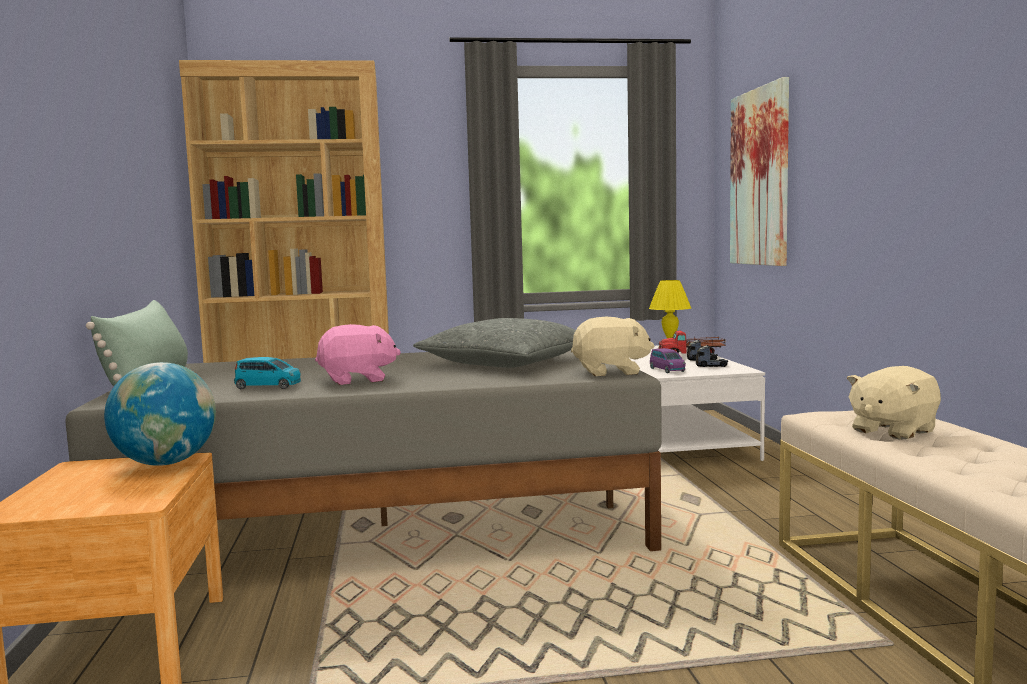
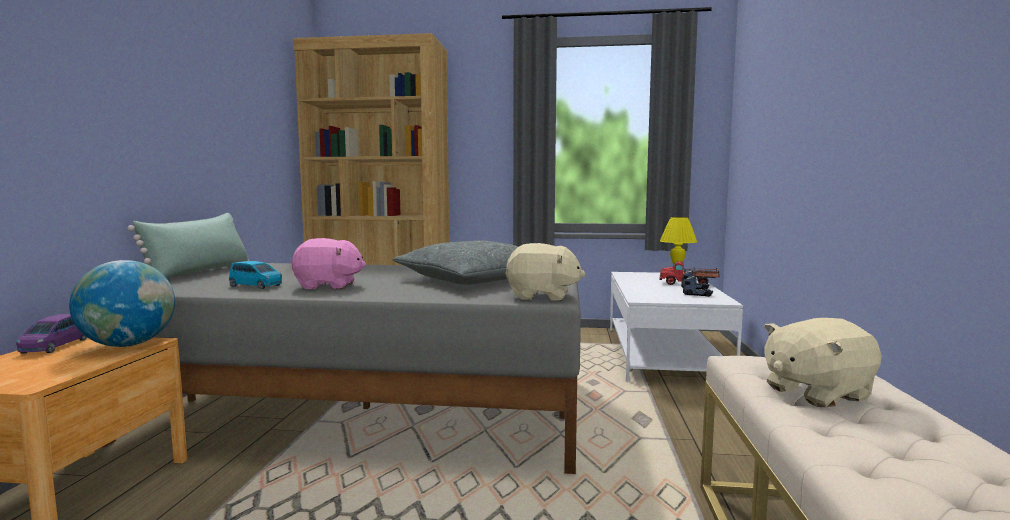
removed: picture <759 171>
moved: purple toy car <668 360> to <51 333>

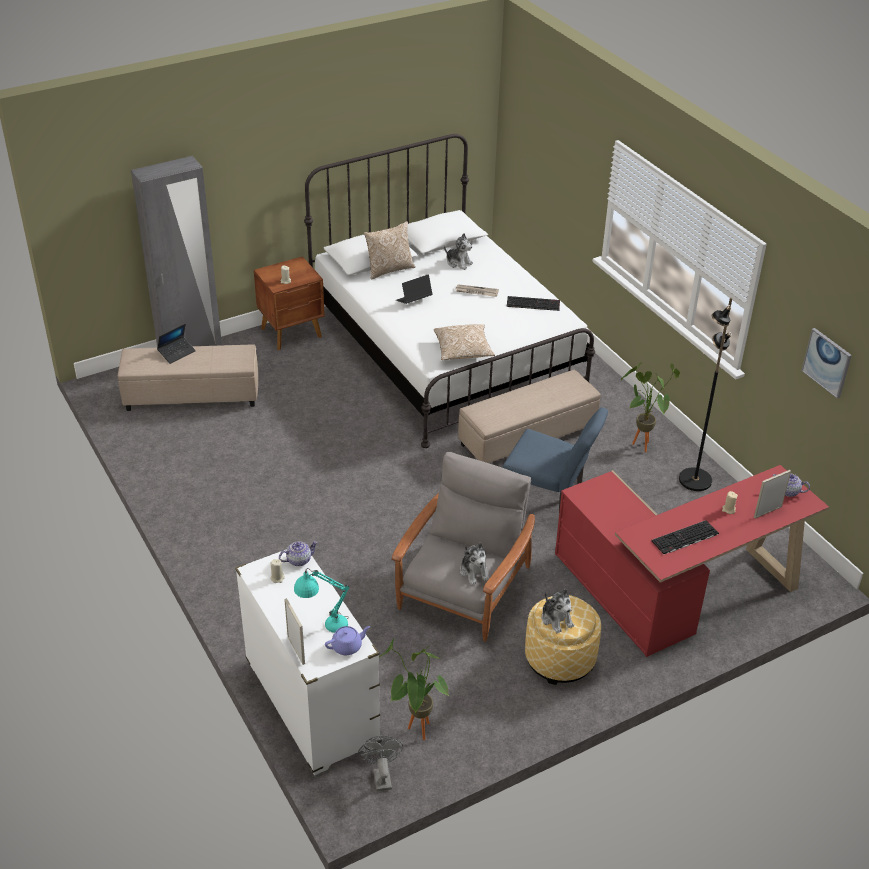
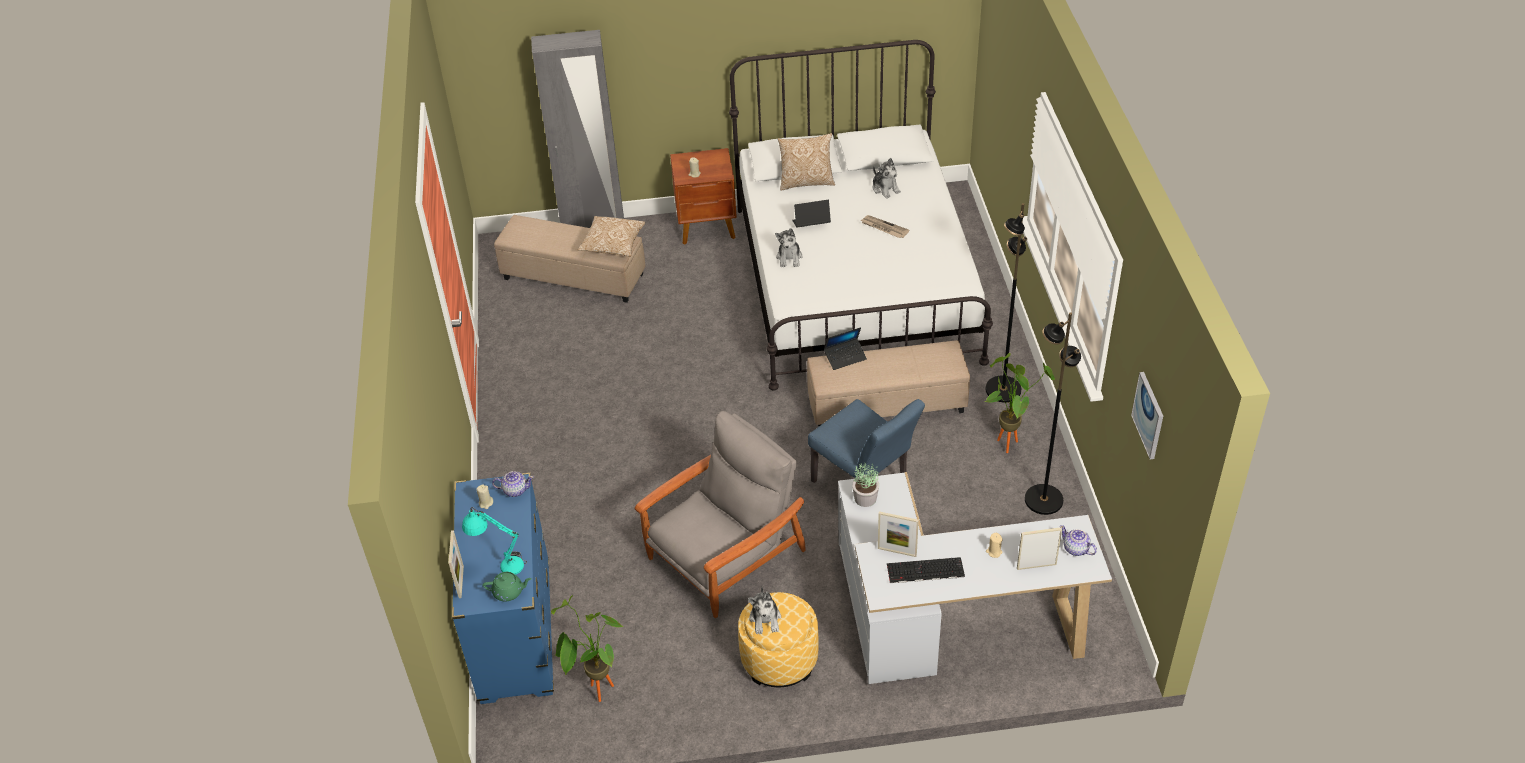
removed: grey fan <380 763>; keyboard <533 303>
added: potted plant <865 485>; picture frame <898 534>; black floor lamp <1006 302>
moved: laptop <176 344> to <845 348>; pillow <464 342> to <611 236>; plush toy <474 564> to <789 247>
recoloured: white dresser <307 662> to blue dresser <503 588>; purple teapot <347 640> to green teapot <507 586>; red desk <692 561> to white desk <975 578>

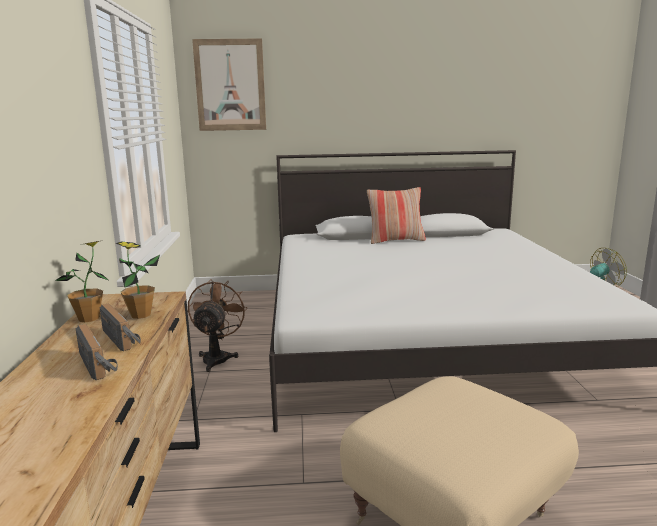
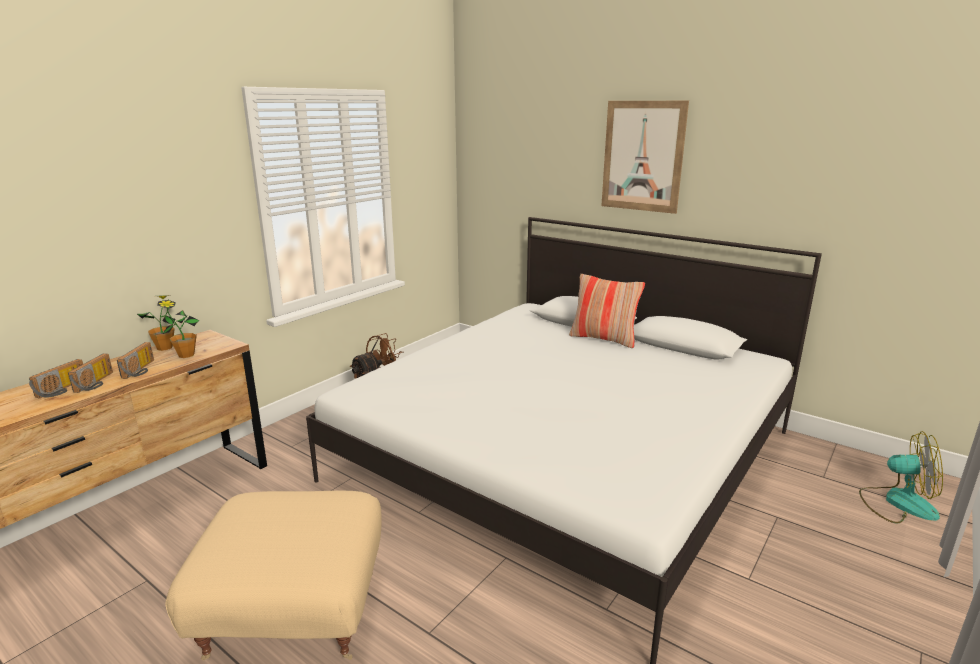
added: radio <56 378>
moved: picture <229 84> to <645 157>

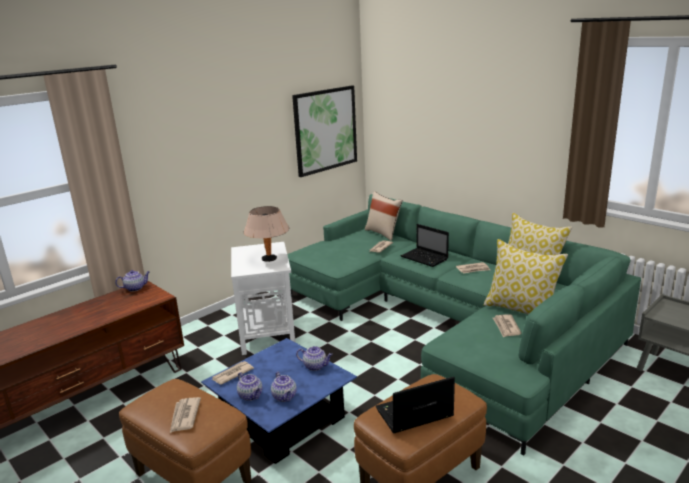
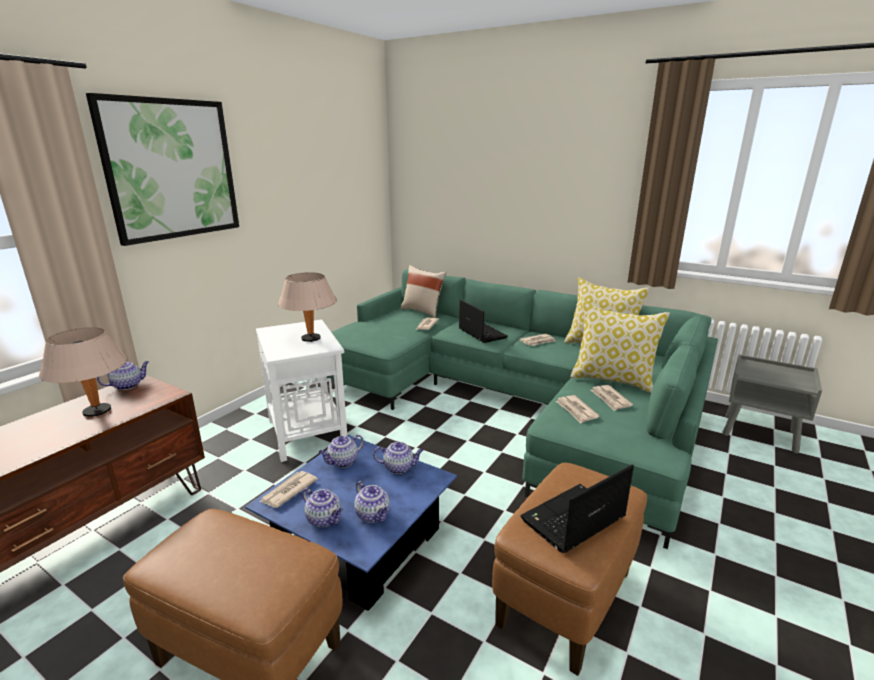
added: beige table lamp <83 372>; teapot <341 451>
moved: newspaper <185 415> to <578 409>; picture <324 131> to <162 169>
turned: laptop <425 245> = <483 321> 150 degrees counterclockwise

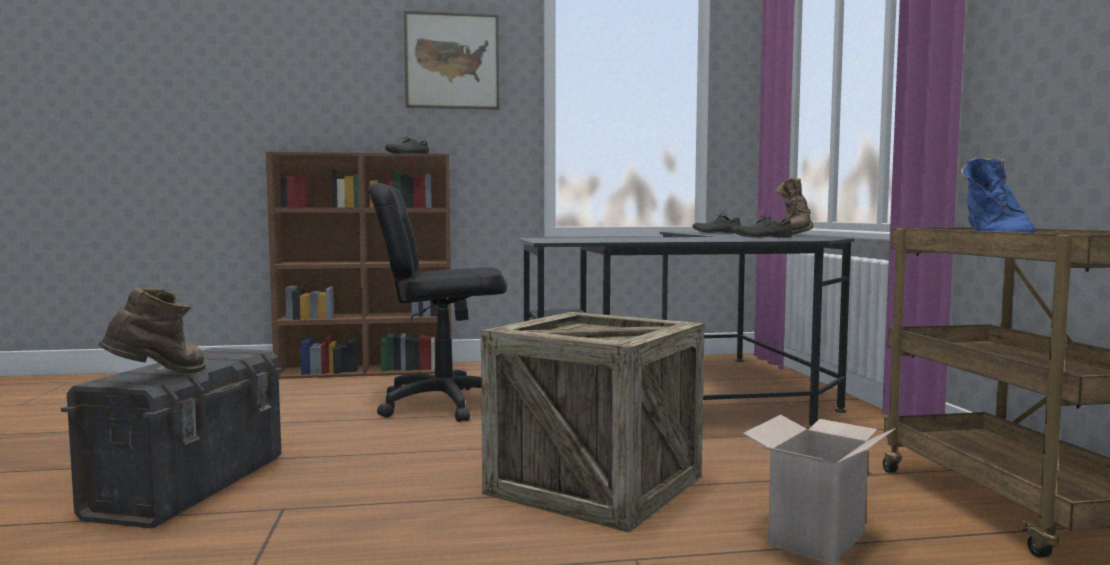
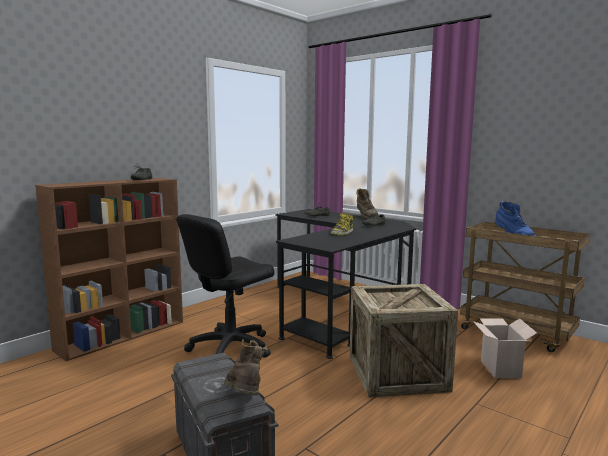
removed: picture <451 60>
added: boot <342 224>

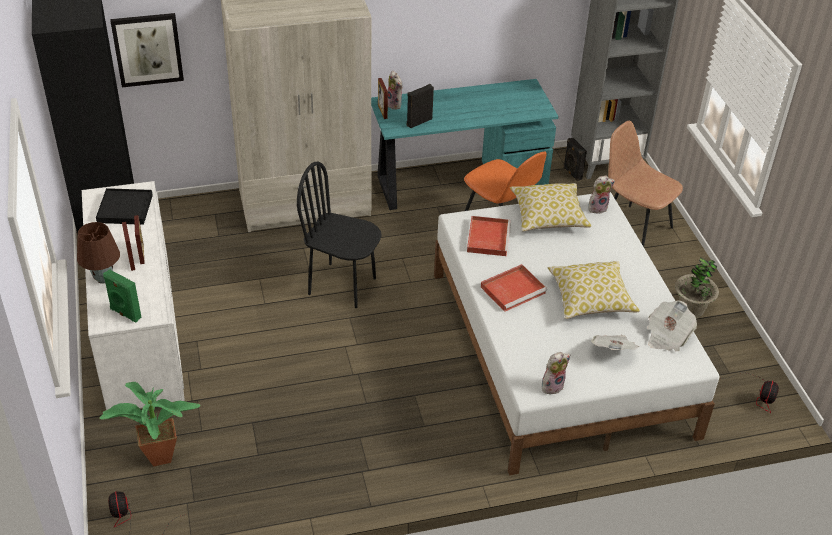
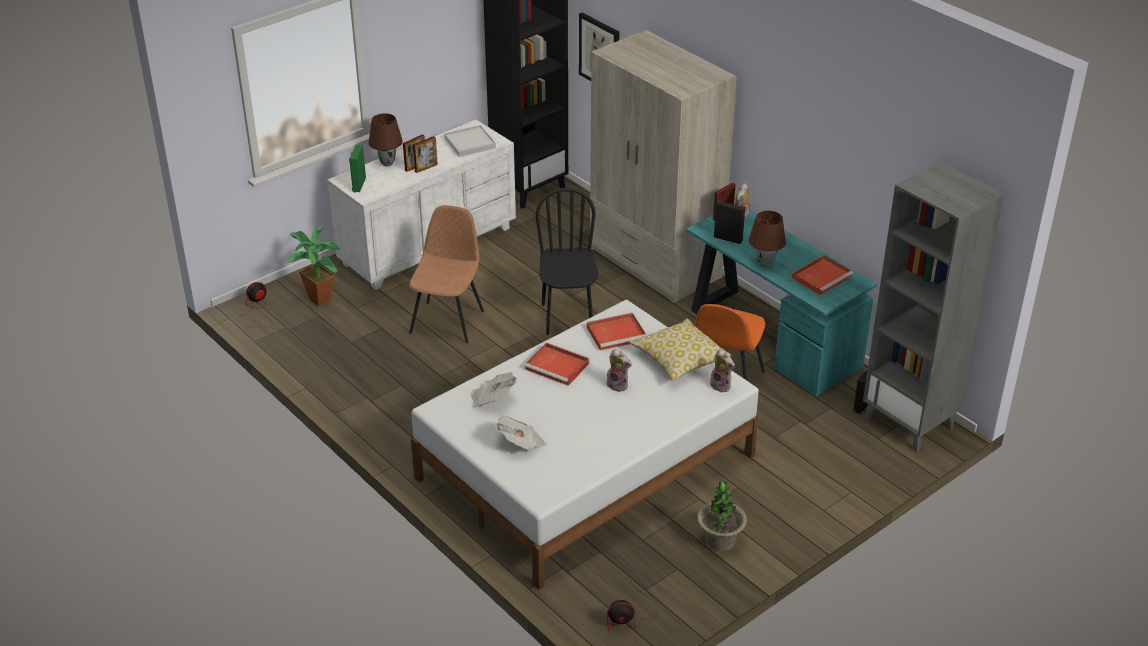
removed: pillow <594 290>
added: brown table lamp <767 239>; red tray <822 275>
moved: plush toy <556 373> to <618 370>; brown chair <645 184> to <446 274>; newspaper <672 326> to <494 390>
recoloured: black tray <124 206> to white tray <470 141>

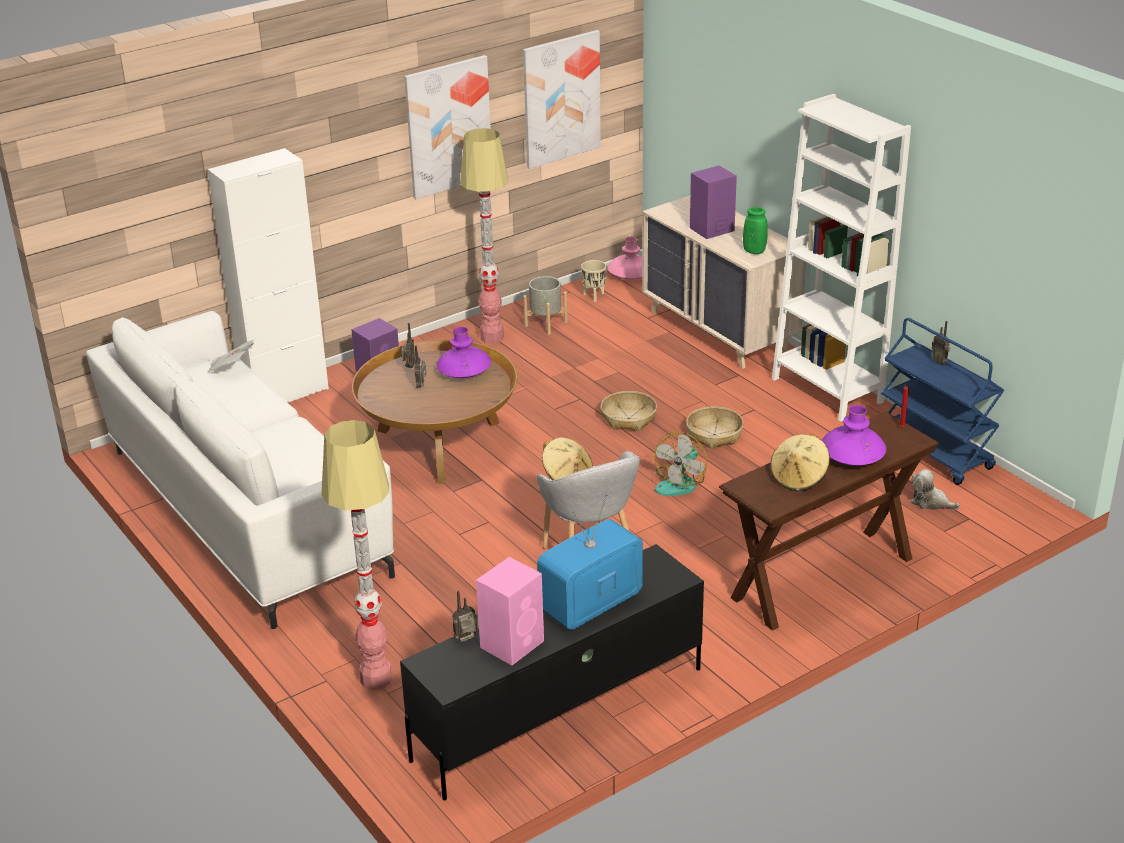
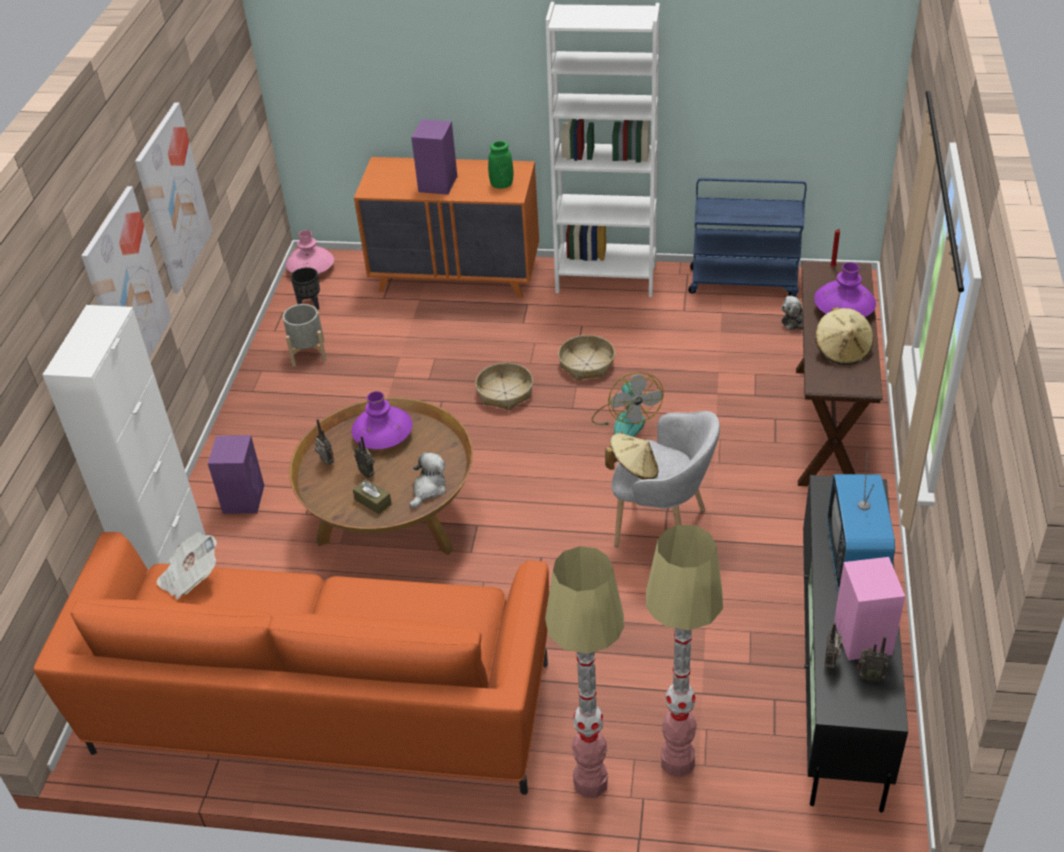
added: brown tissue box <372 496>; plush toy <427 480>
moved: floor lamp <484 235> to <584 672>; picture <562 99> to <126 272>; radio <941 343> to <873 659>
recoloured: white sofa <240 470> to orange sofa <291 663>; beige planter <594 281> to black planter <305 288>; beige dresser <724 282> to orange dresser <446 227>

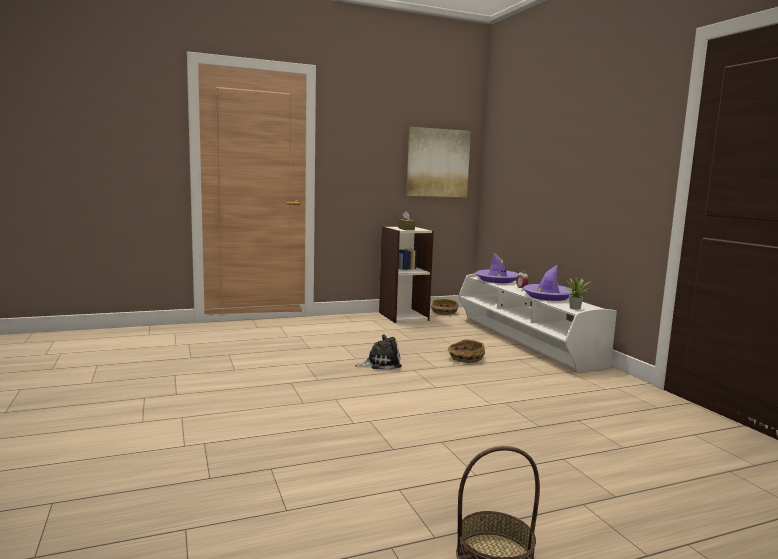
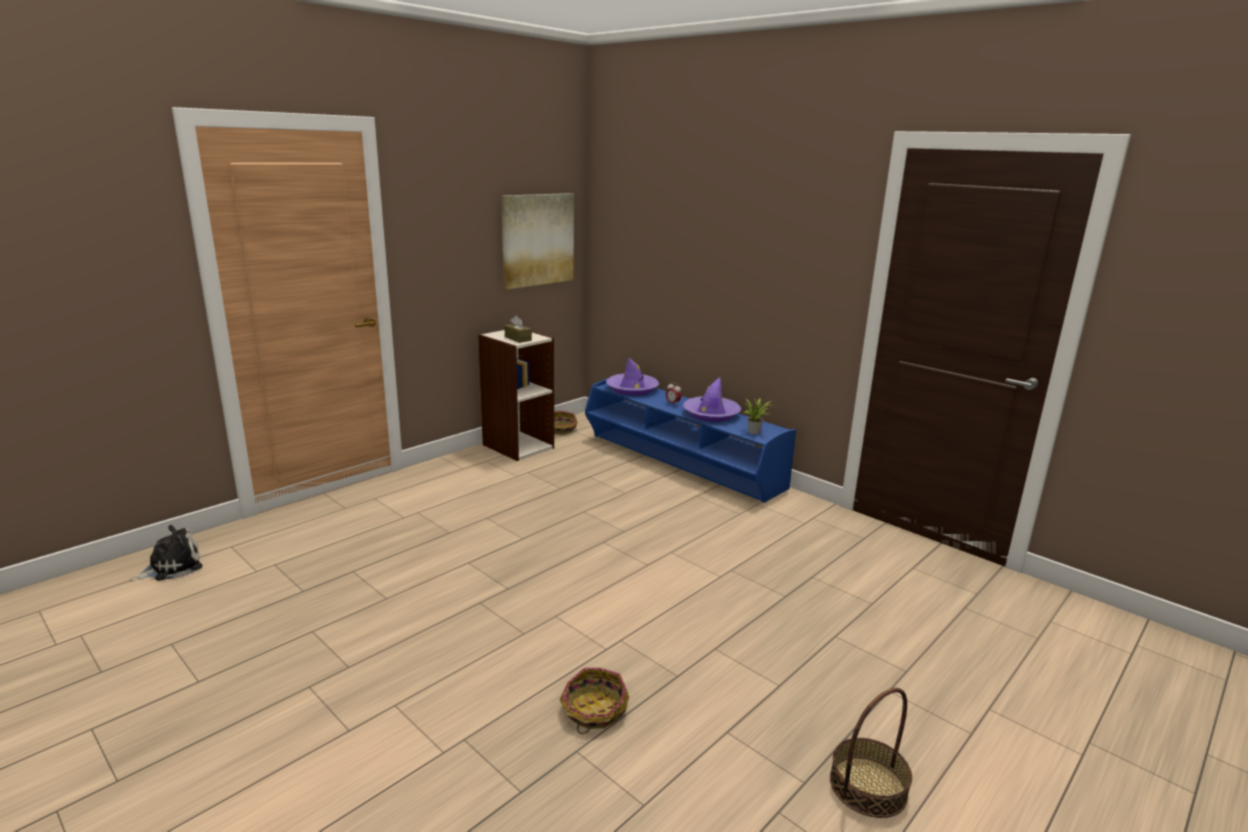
moved: plush toy <379 352> to <166 553>; basket <466 351> to <594 701>
recoloured: white tv stand <538 322> to blue tv stand <690 440>

